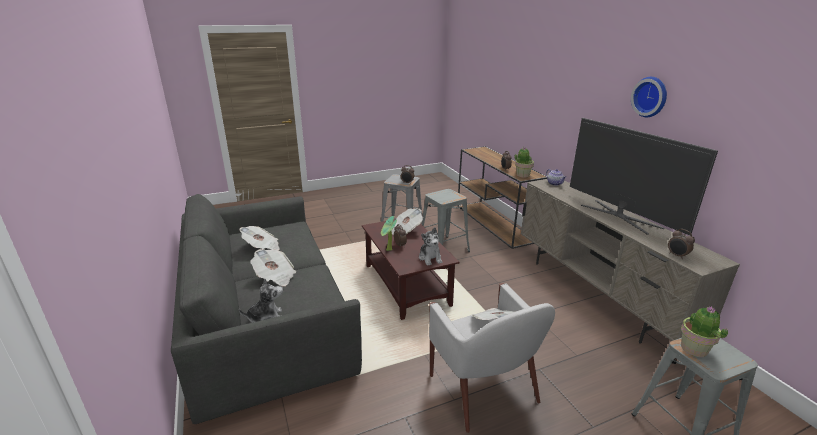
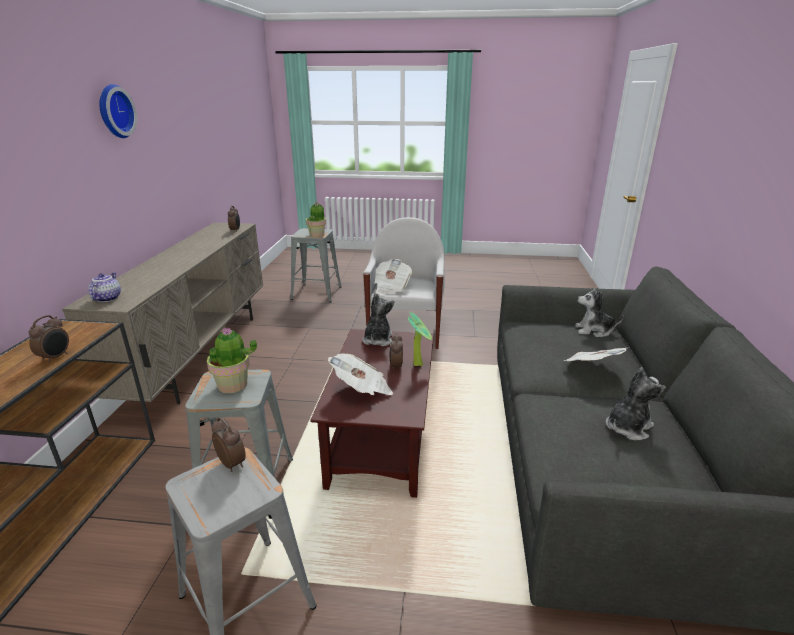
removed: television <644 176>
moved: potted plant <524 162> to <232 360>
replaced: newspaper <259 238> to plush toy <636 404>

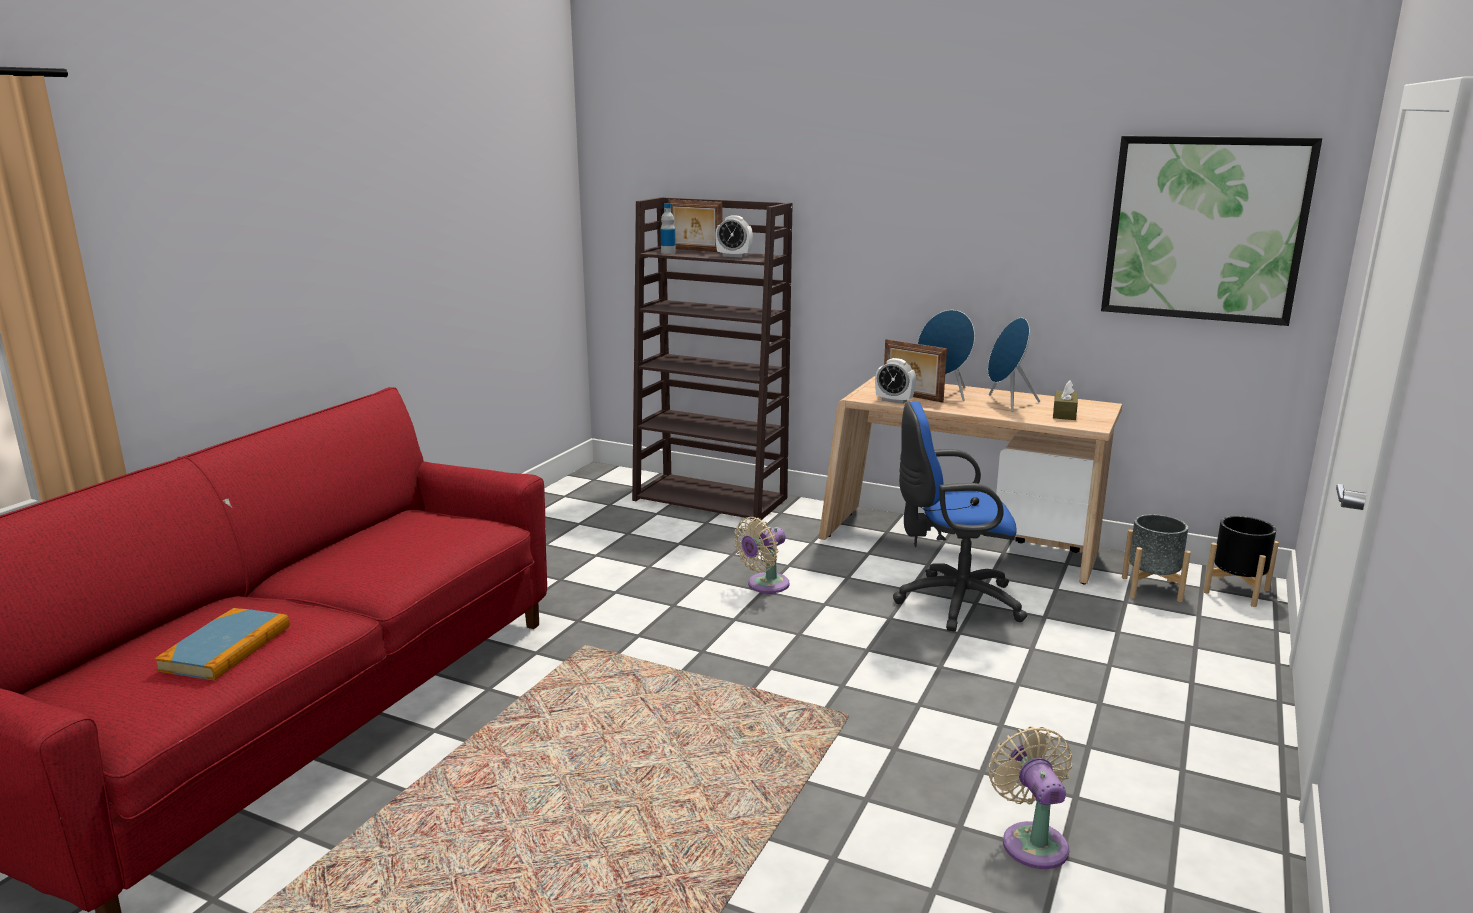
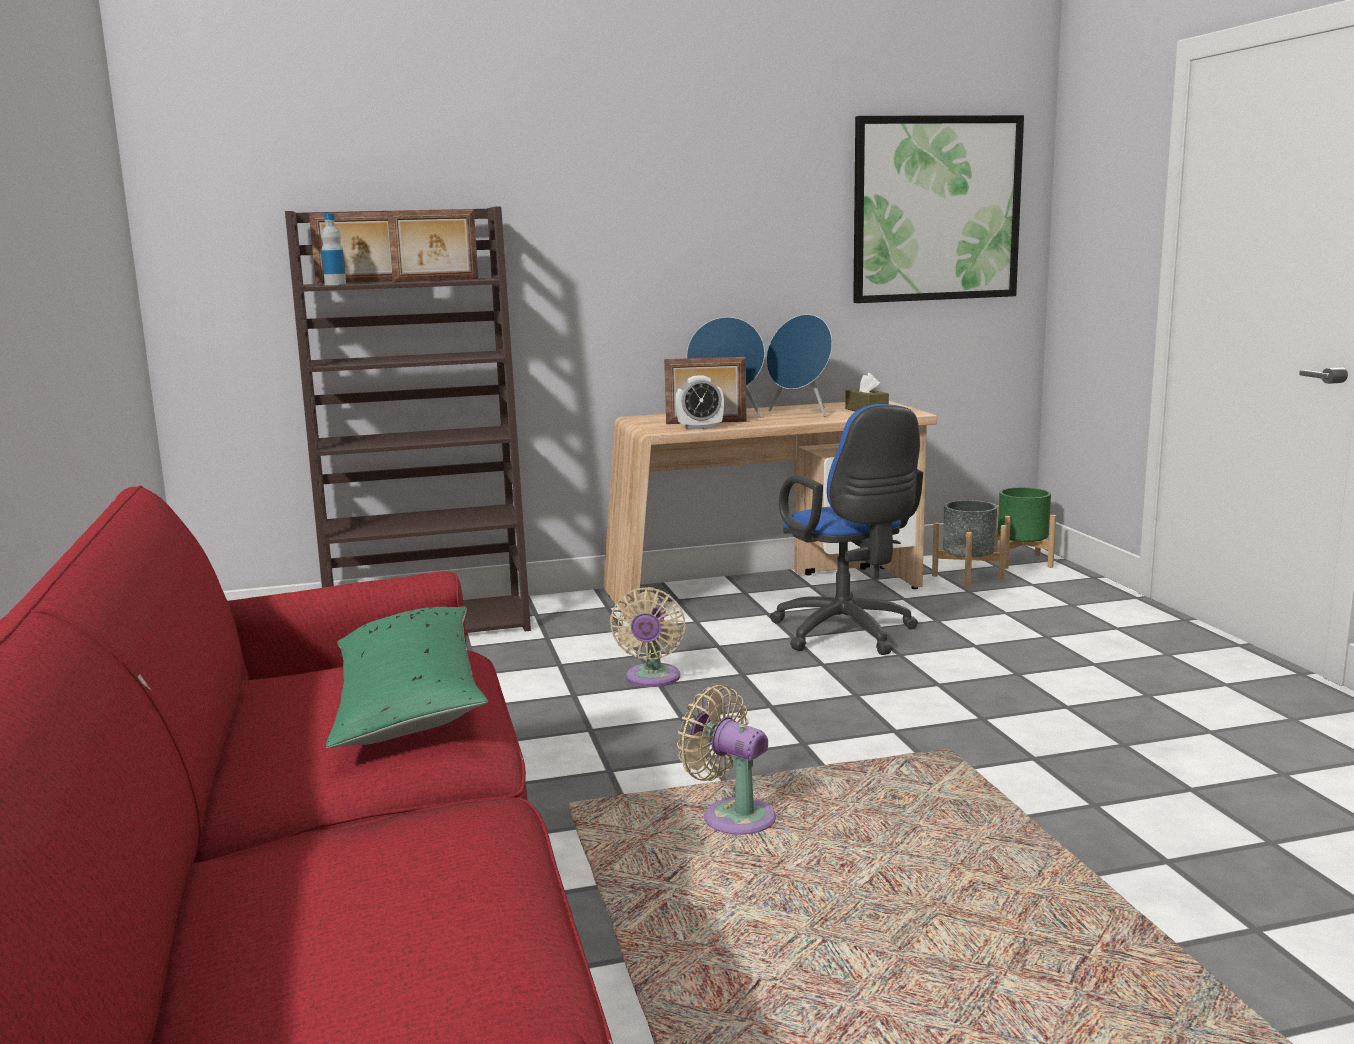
removed: book <222 644>
added: green pillow <407 677>
moved: beige fan <1030 798> to <726 760>
replaced: alarm clock <734 236> to picture frame <432 245>
recoloured: black planter <1241 561> to green planter <1025 528>
turned: blue office chair <960 516> = <846 529> 75 degrees counterclockwise

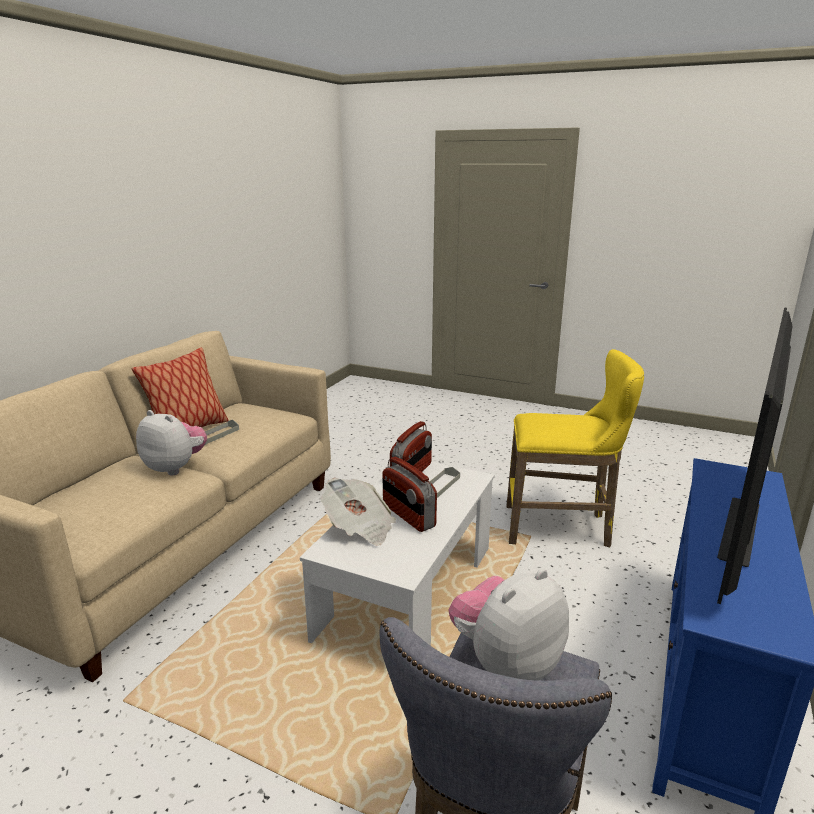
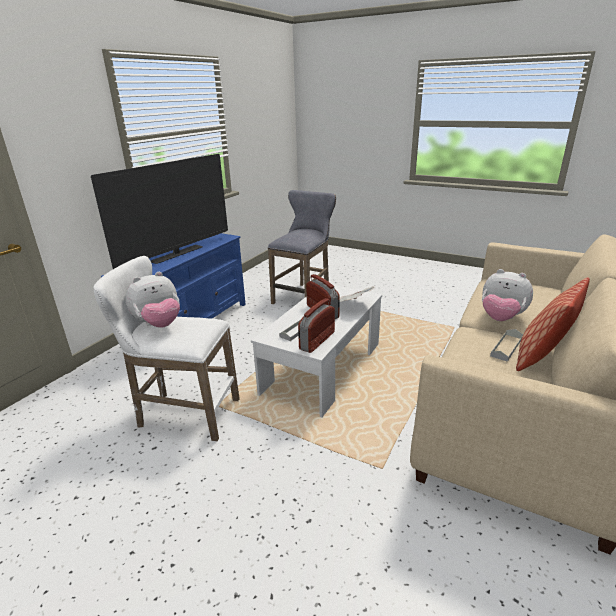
moved: plush toy <509 625> to <152 300>
recoloured: yellow stool <575 448> to white stool <166 348>

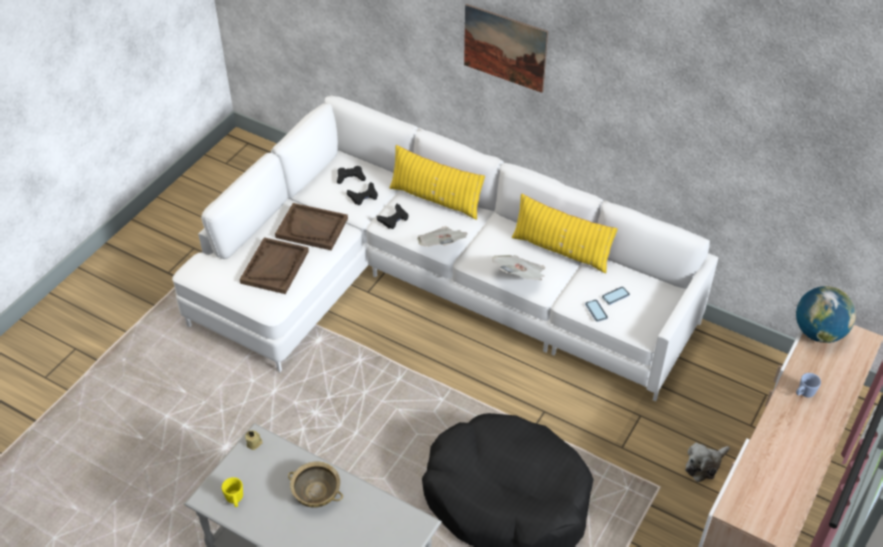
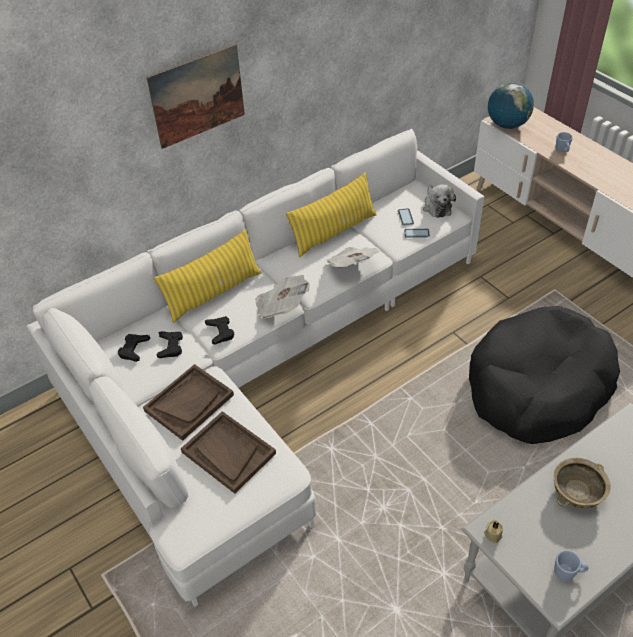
moved: plush toy <707 462> to <439 201>
recoloured: yellow mug <232 492> to blue mug <571 565>

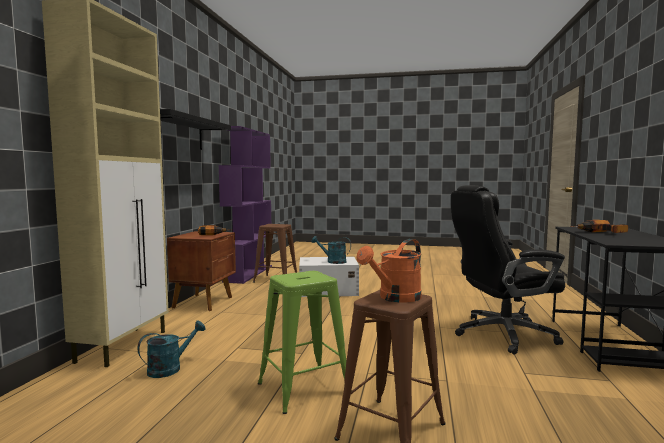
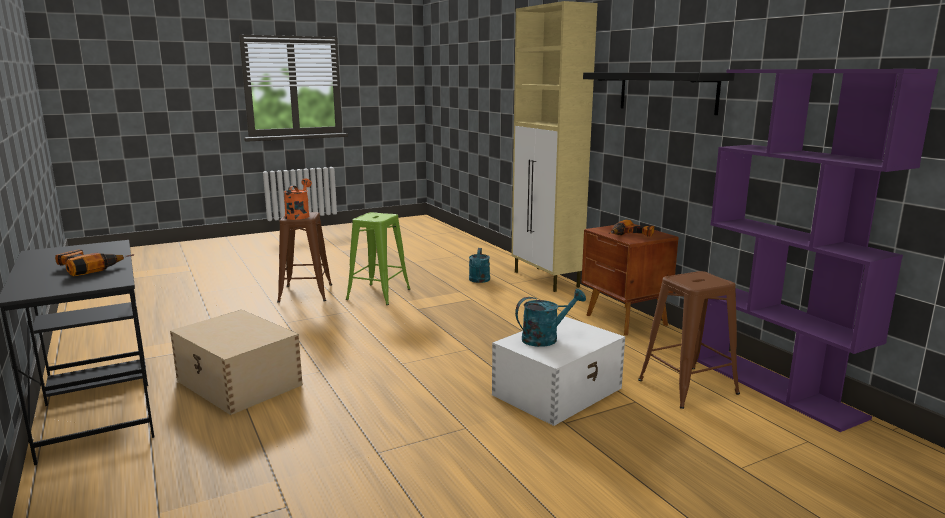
replaced: black office chair <508 270> to beige storage box <236 362>

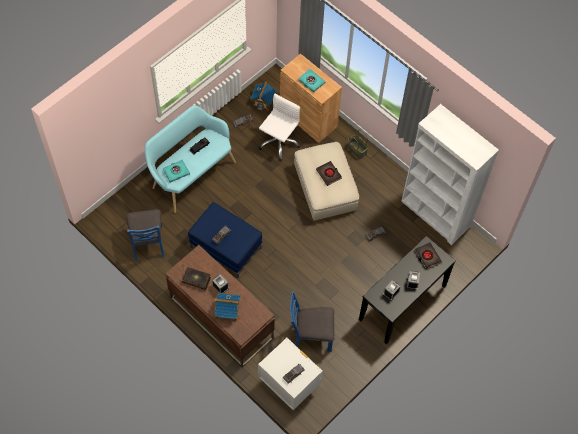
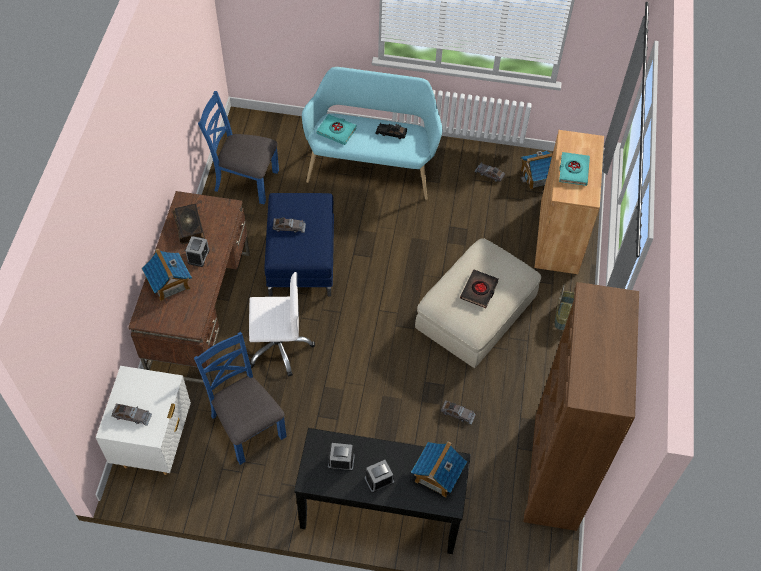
moved: white office chair <280 127> to <281 324>
replaced: black book <428 255> to toy house <439 469>
recoloured: white bookcase <450 174> to brown bookcase <581 406>
turned: blue chair <145 235> = <238 147> 60 degrees clockwise

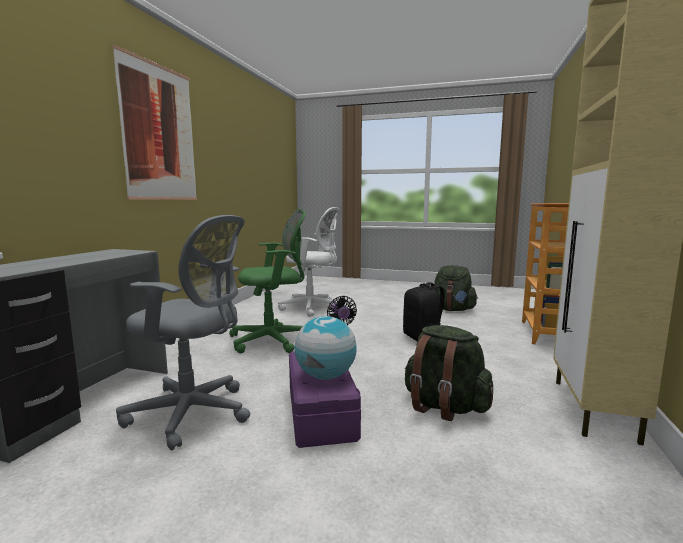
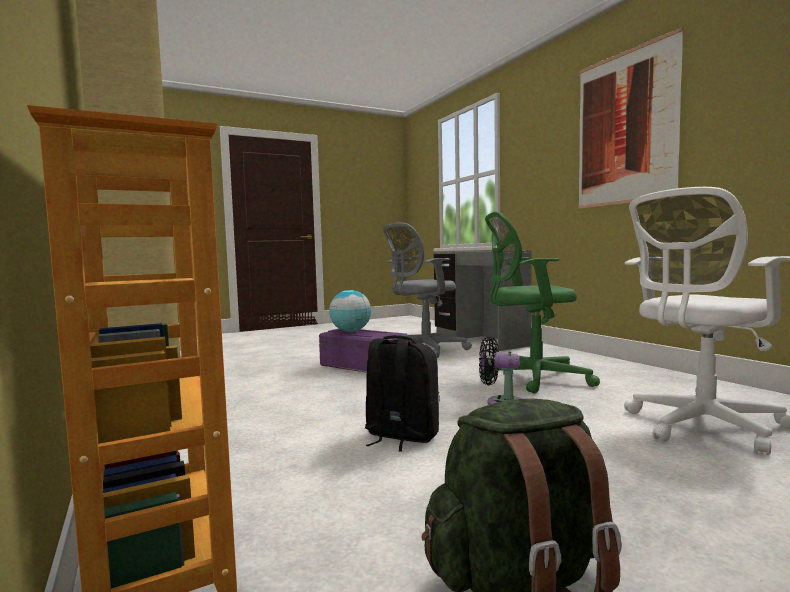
removed: green backpack <449 373>
turned: green office chair <267 281> = <540 302> 60 degrees clockwise

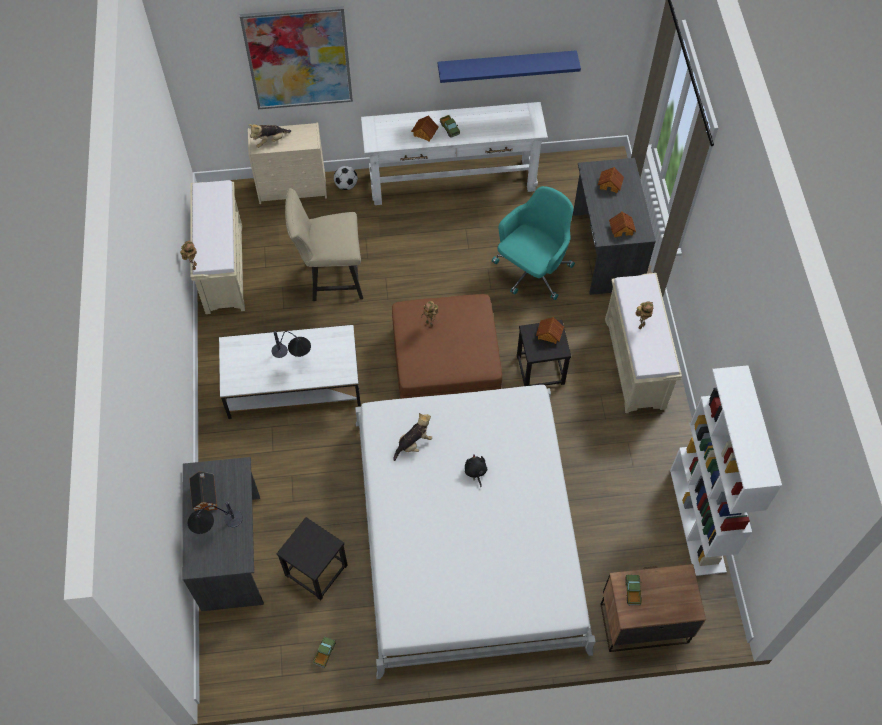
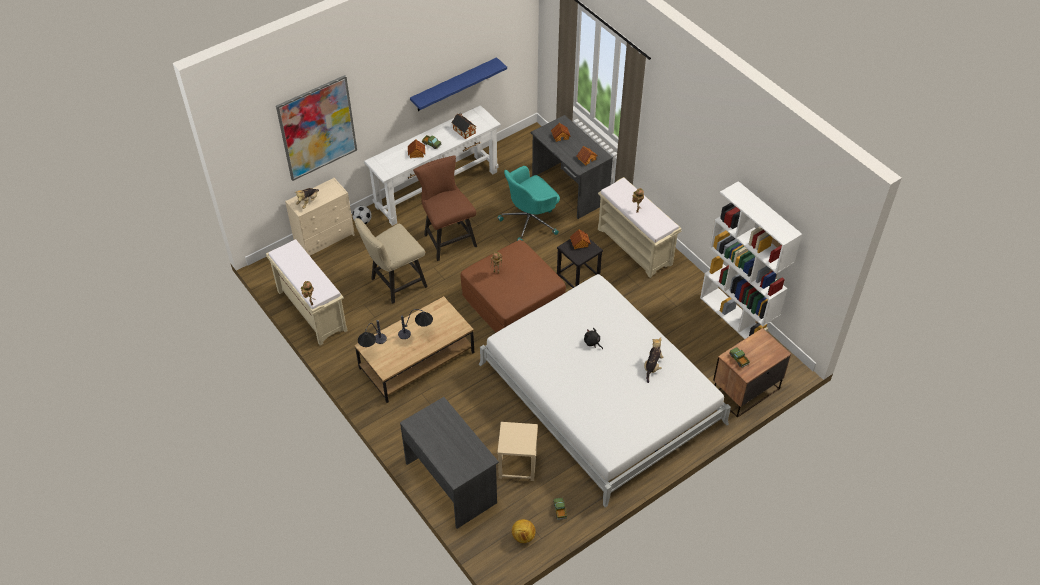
added: brown chair <445 208>; football <524 531>
moved: table lamp <215 517> to <372 333>; toy house <203 491> to <463 126>; plush toy <412 437> to <653 360>
recoloured: white coffee table <290 372> to brown coffee table <414 349>; black stool <312 558> to beige stool <517 451>
turned: turquoise office chair <533 243> = <528 203> 135 degrees counterclockwise

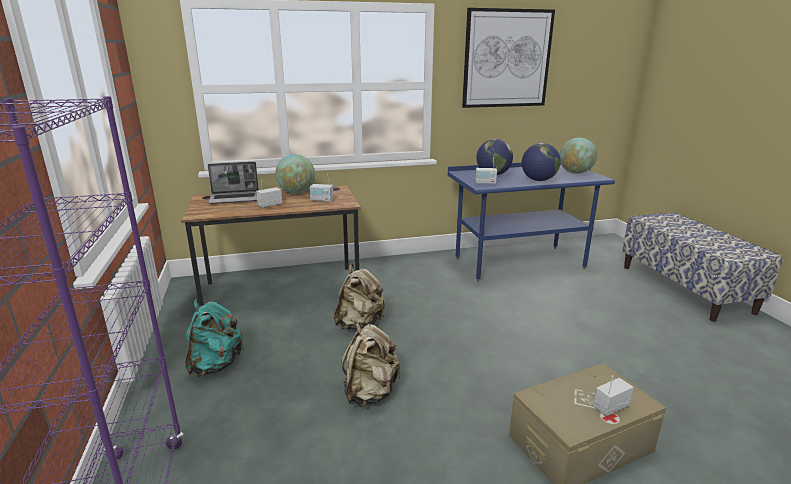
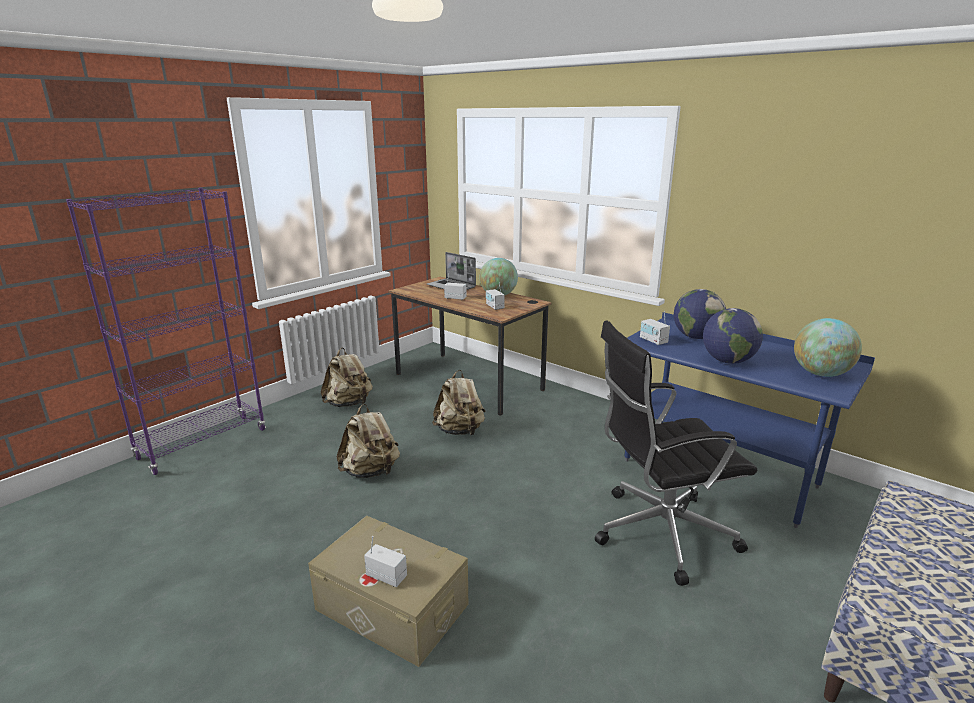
removed: picture <508 58>
added: black office chair <676 453>
recoloured: turquoise backpack <214 338> to beige backpack <347 377>

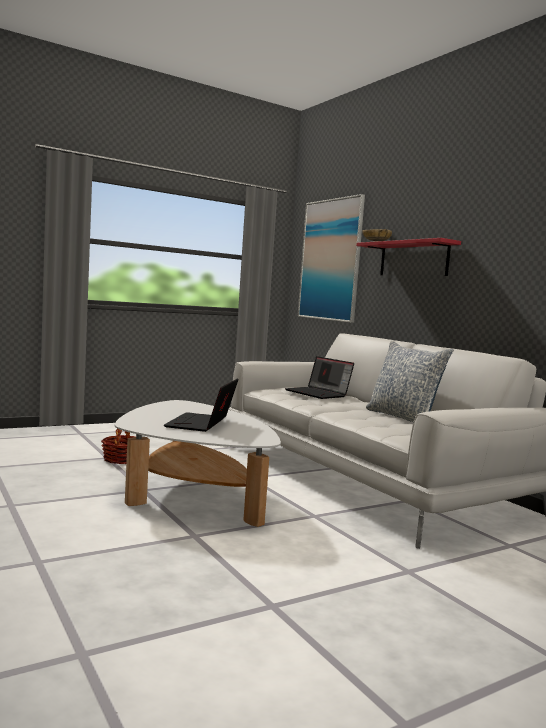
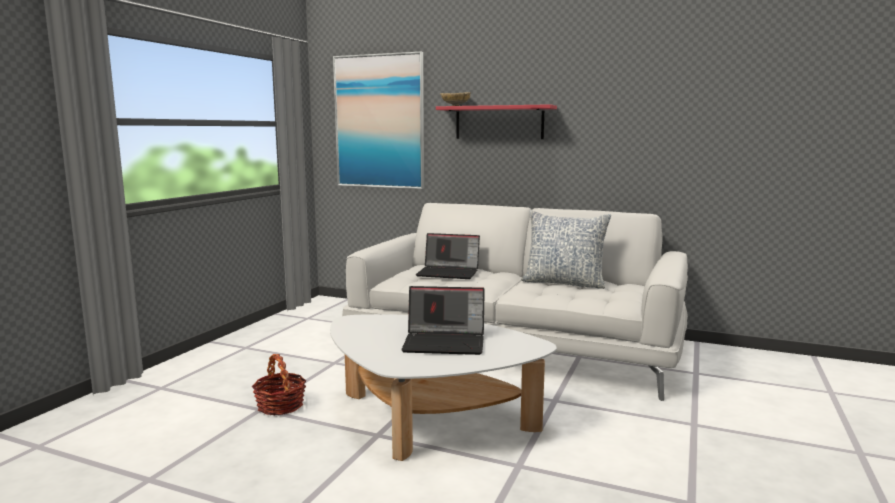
turned: laptop <201 405> = <443 320> 60 degrees counterclockwise

